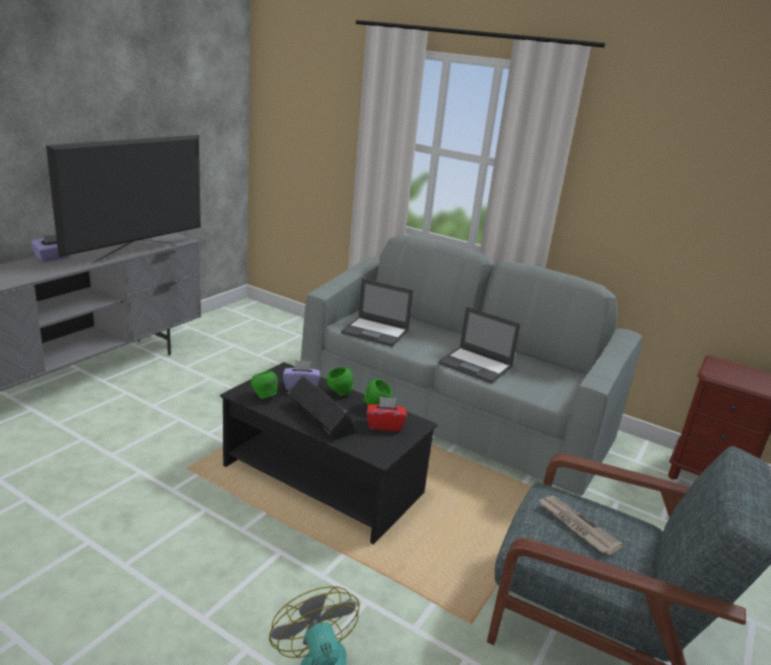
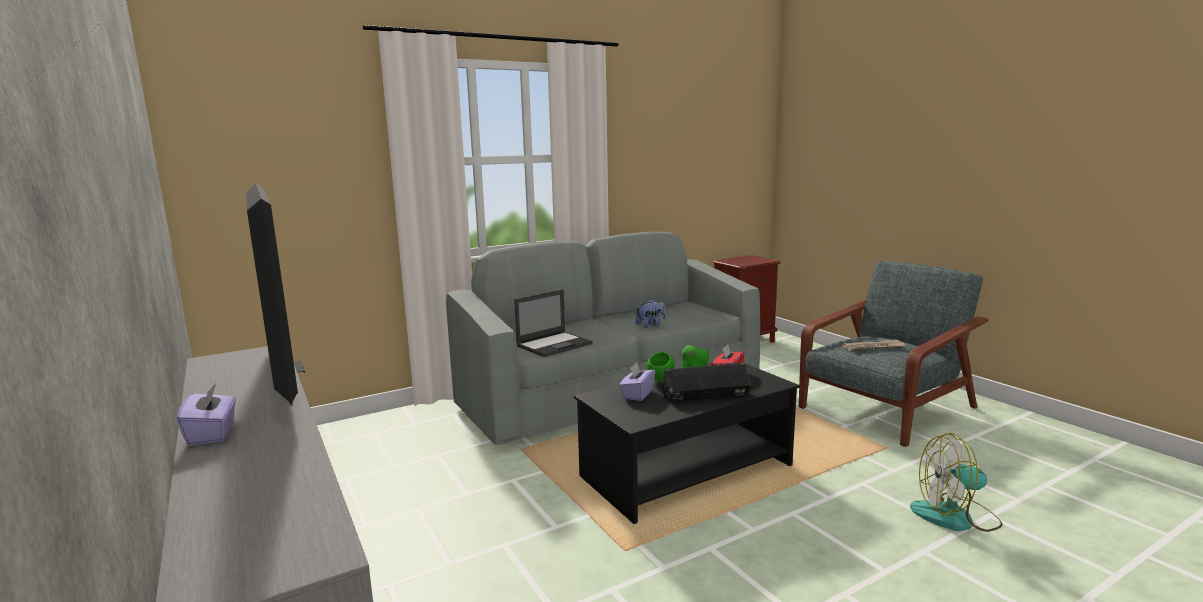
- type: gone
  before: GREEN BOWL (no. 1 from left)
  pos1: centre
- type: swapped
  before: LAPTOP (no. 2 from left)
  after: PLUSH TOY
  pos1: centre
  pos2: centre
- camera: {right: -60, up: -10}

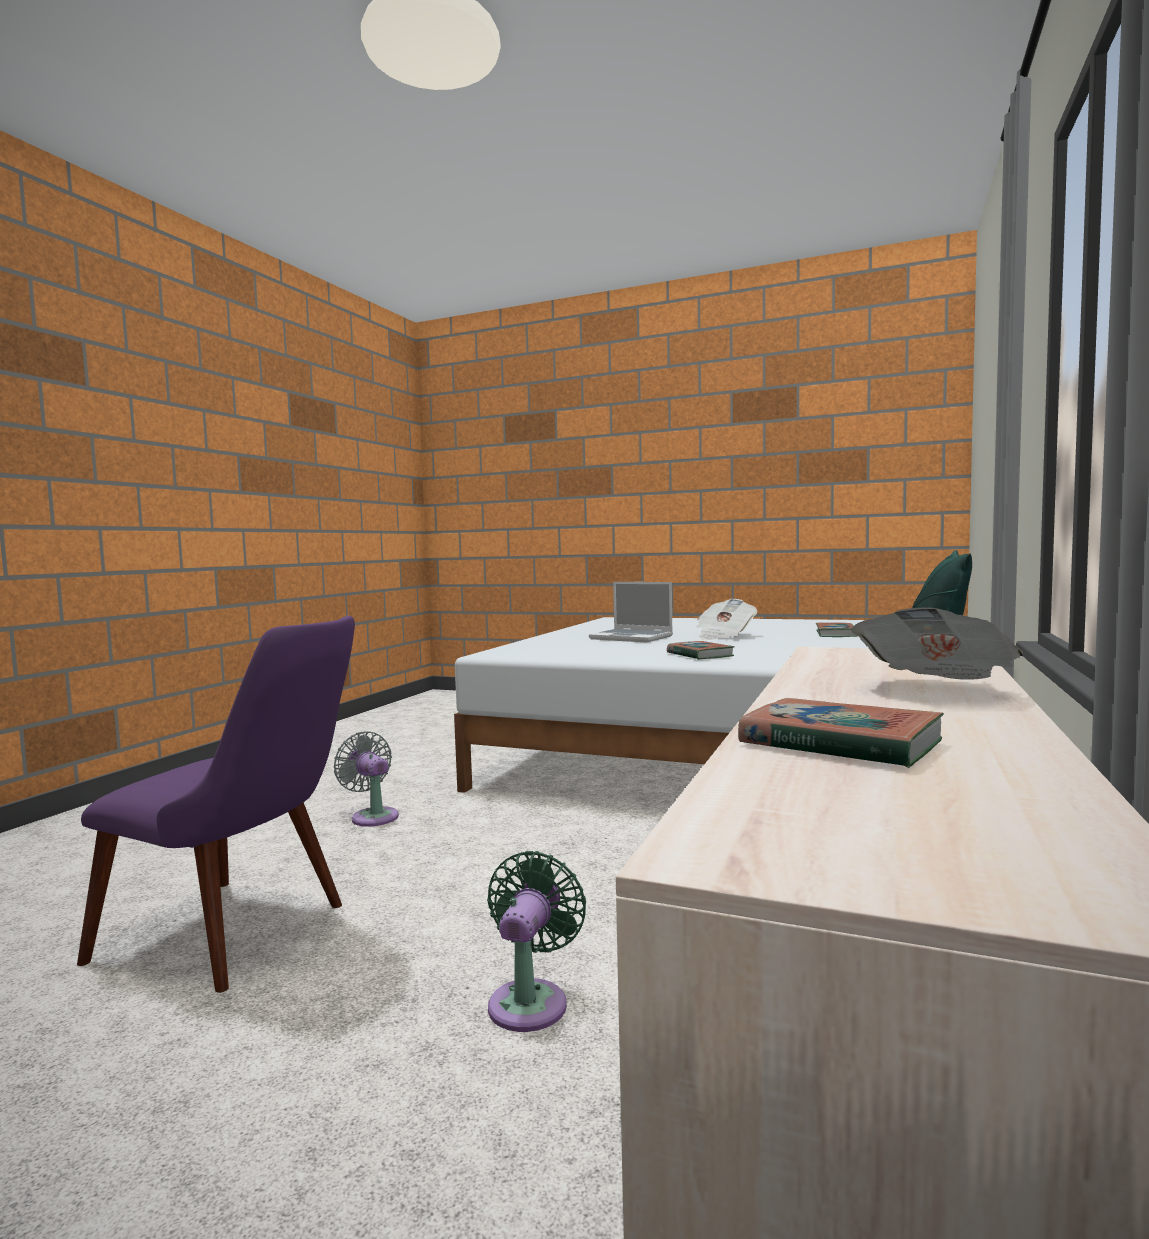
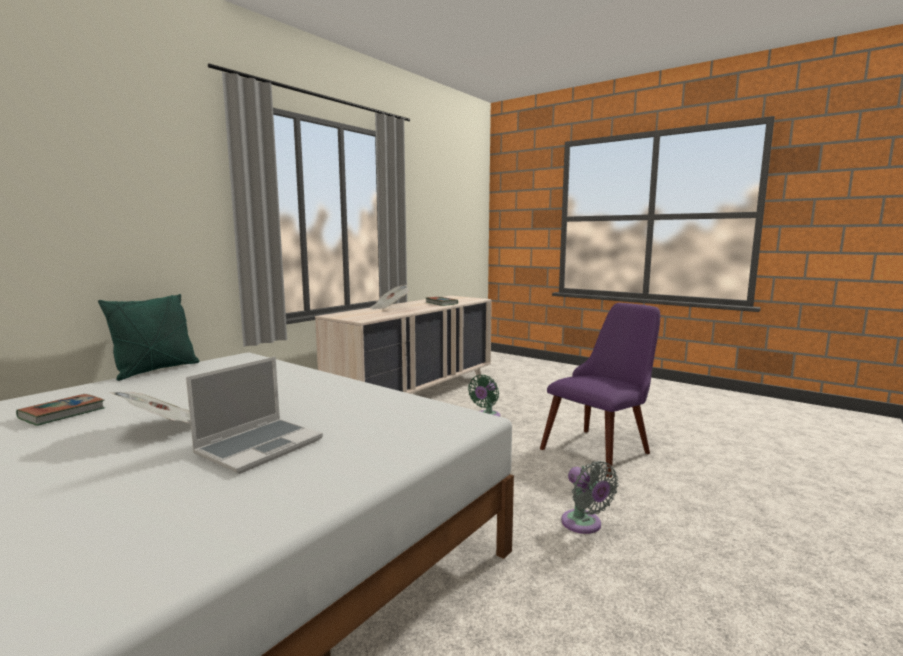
- type: gone
  before: BOOK (no. 1 from left)
  pos1: centre
- type: rotated
  before: PURPLE CHAIR
  pos1: middle left
  pos2: centre
  turn: 105
- type: rotated
  before: LAPTOP
  pos1: centre
  pos2: middle left
  turn: 75
- camera: {right: -165, up: 5}

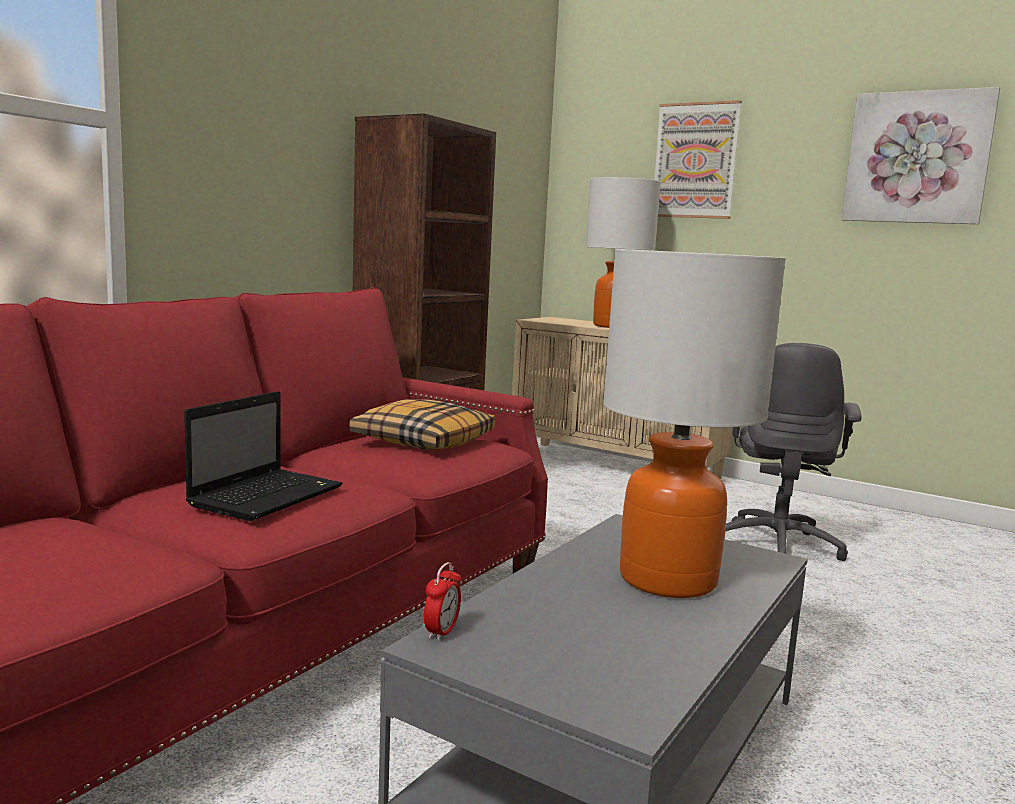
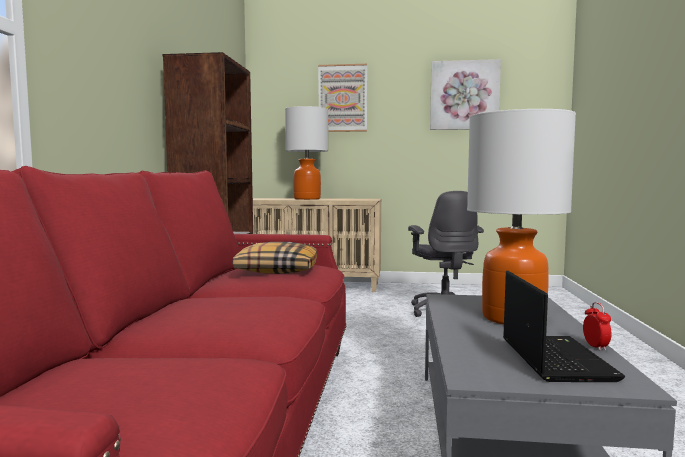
- type: shifted
  before: LAPTOP
  pos1: middle left
  pos2: bottom right
- type: shifted
  before: ALARM CLOCK
  pos1: bottom centre
  pos2: bottom right
- camera: {right: -25, up: -5}

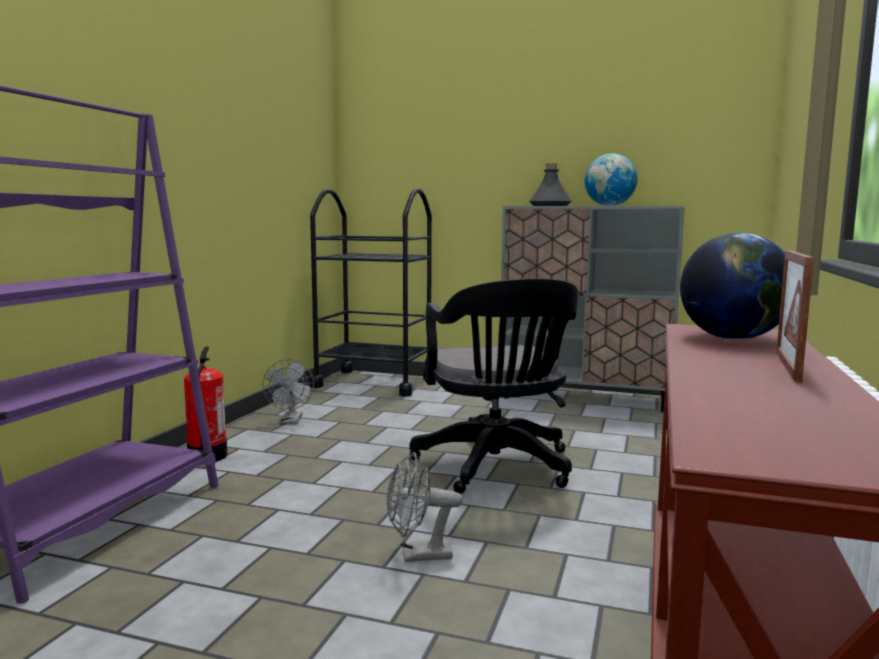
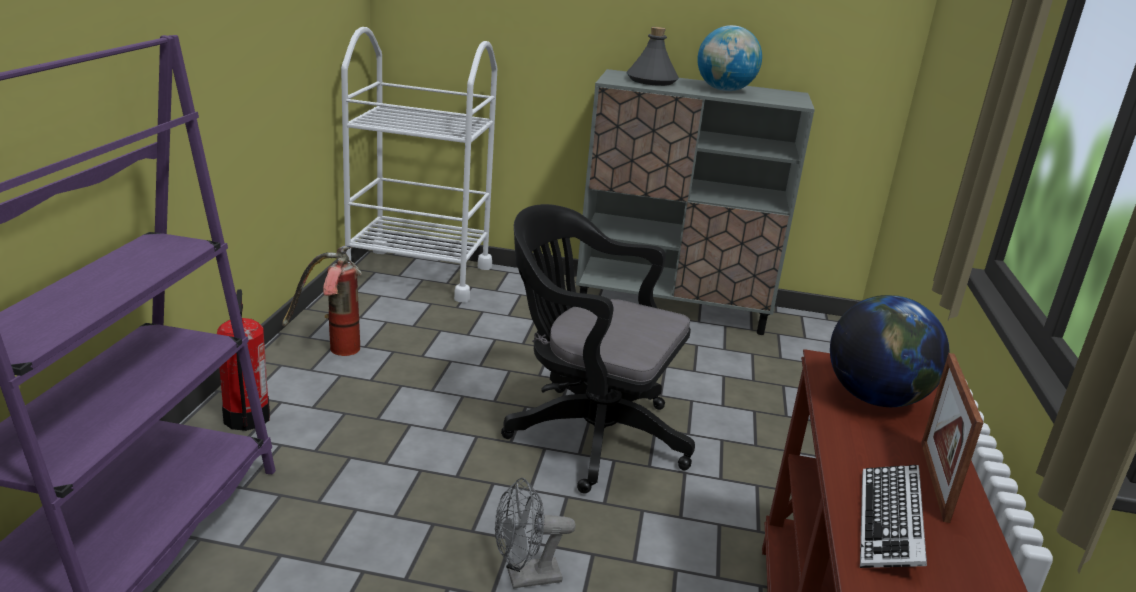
- type: new
  after: KEYBOARD
  pos2: bottom right
- type: swapped
  before: GREY FAN (no. 1 from left)
  after: FIRE EXTINGUISHER (no. 2 from left)
  pos1: middle left
  pos2: middle left
- type: repainted
  before: BLACK CART
  after: WHITE CART
  pos1: centre
  pos2: top centre
- type: rotated
  before: BLACK OFFICE CHAIR
  pos1: centre
  pos2: centre
  turn: 135
- camera: {right: -10, up: 15}

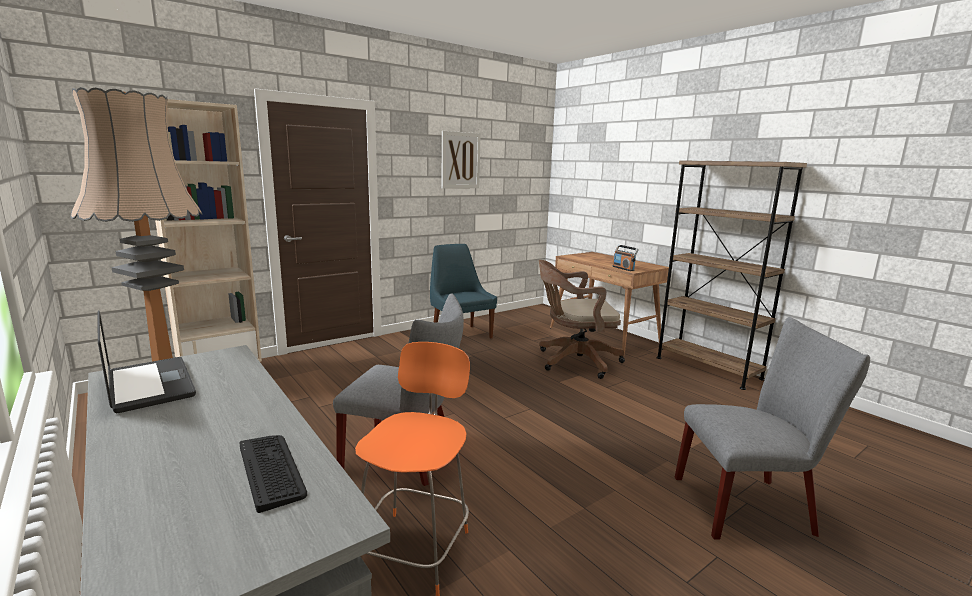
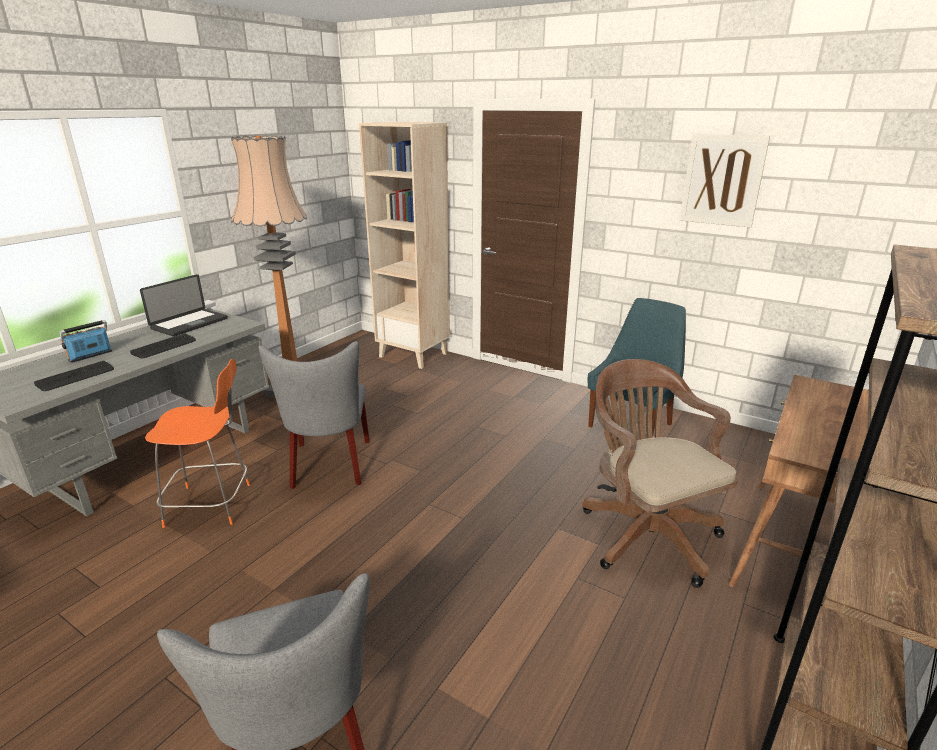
- type: new
  after: KEYBOARD (no. 2 from left)
  pos2: middle left
- type: shifted
  before: RADIO
  pos1: centre
  pos2: middle left
- camera: {right: 70, up: 10}

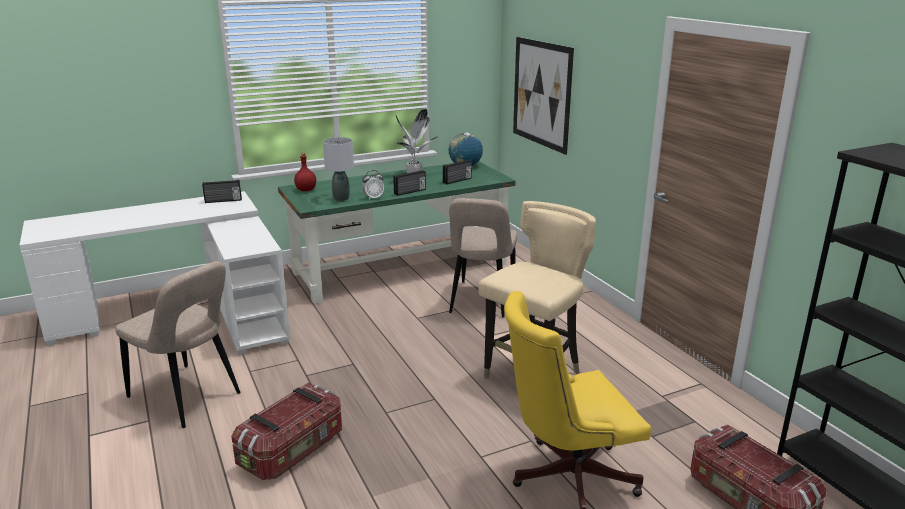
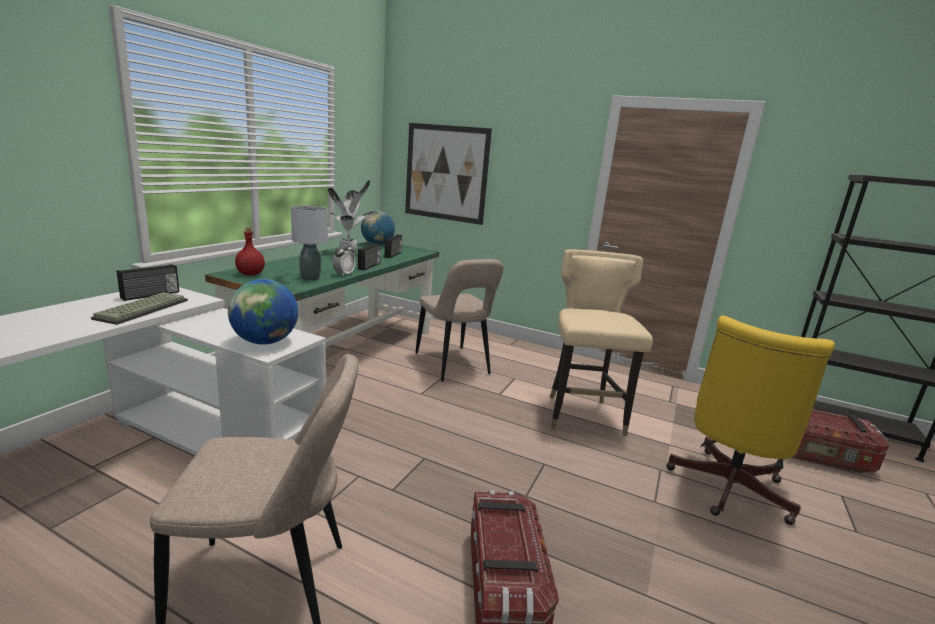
- type: new
  after: KEYBOARD
  pos2: middle left
- type: new
  after: GLOBE (no. 1 from left)
  pos2: middle left
- camera: {right: -40, up: -5}

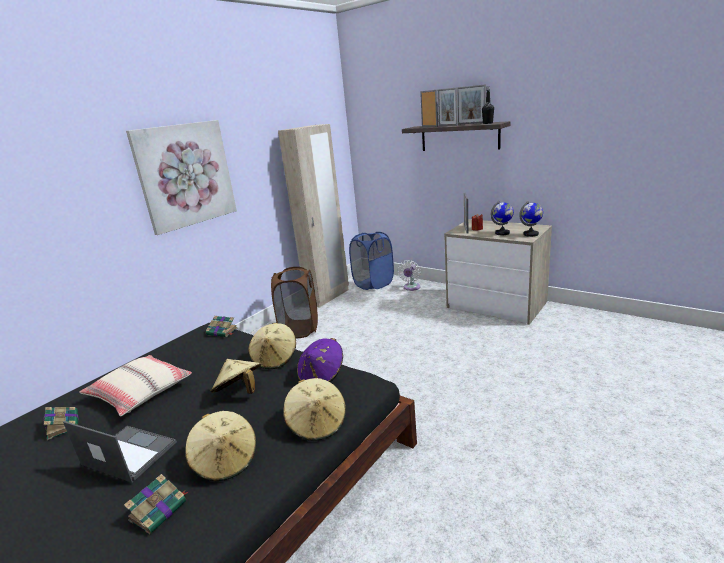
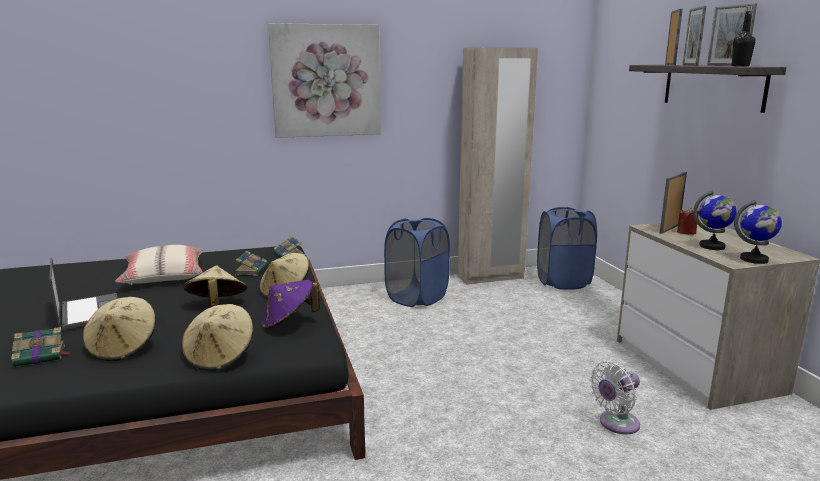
- type: shifted
  before: BOOK (no. 1 from left in the first image)
  after: BOOK (no. 2 from left)
  pos1: bottom left
  pos2: middle left
- type: shifted
  before: WHITE FAN
  pos1: centre
  pos2: bottom right
- type: repainted
  before: BROWN LAUNDRY BASKET
  after: BLUE LAUNDRY BASKET (no. 1 from left)
  pos1: centre
  pos2: centre
- camera: {right: 35, up: -5}

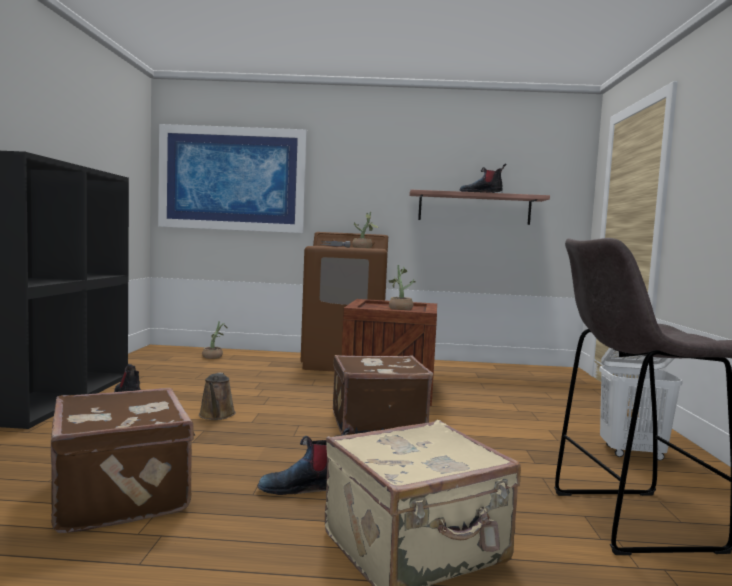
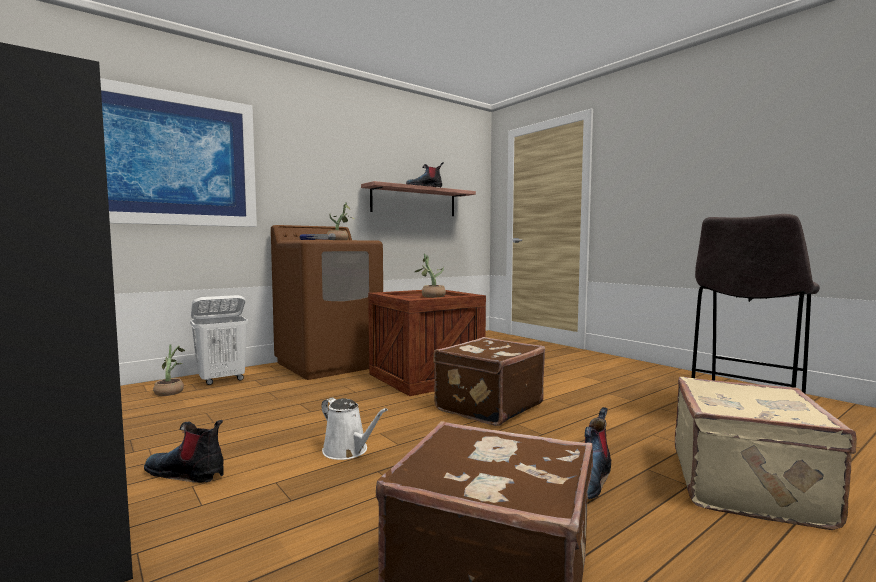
- type: shifted
  before: WHITE LAUNDRY BASKET
  pos1: bottom right
  pos2: middle left
- type: repainted
  before: BROWN WATERING CAN
  after: WHITE WATERING CAN
  pos1: bottom left
  pos2: bottom centre
- camera: {right: -40, up: 0}

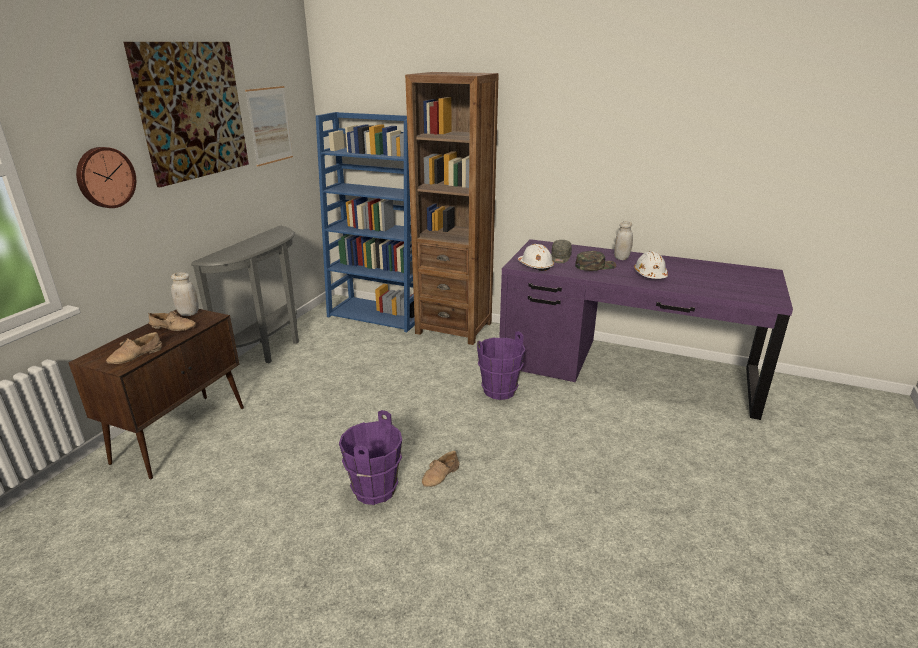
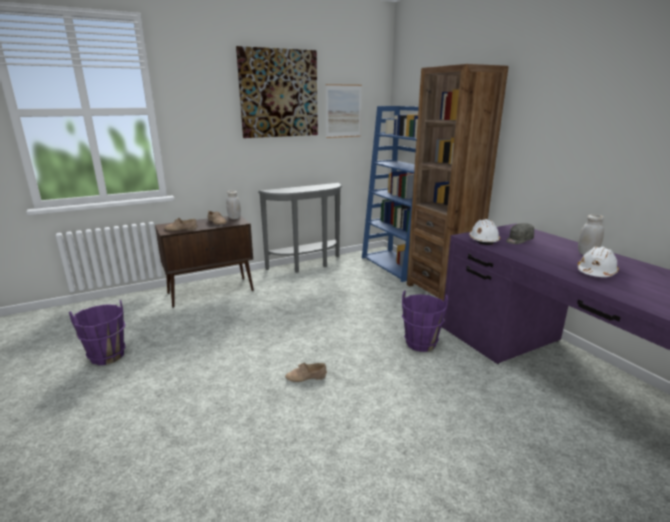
- type: gone
  before: WALL CLOCK
  pos1: top left
- type: gone
  before: GREEN CAP
  pos1: centre
- type: shifted
  before: PURPLE BUCKET (no. 1 from left)
  pos1: bottom centre
  pos2: middle left
- camera: {right: 40, up: -5}

